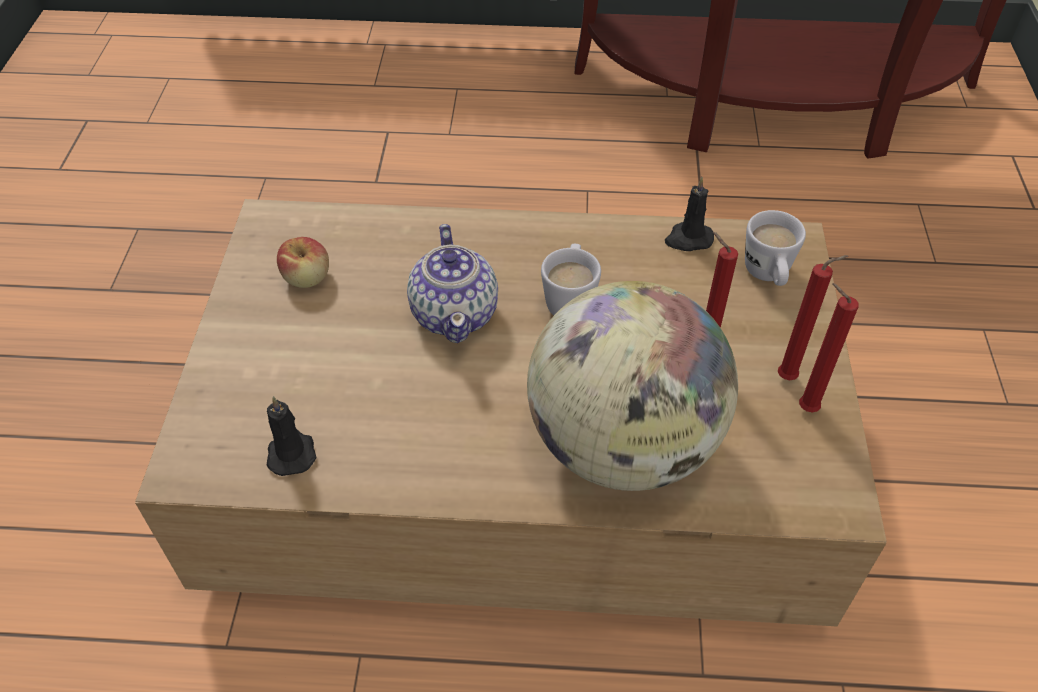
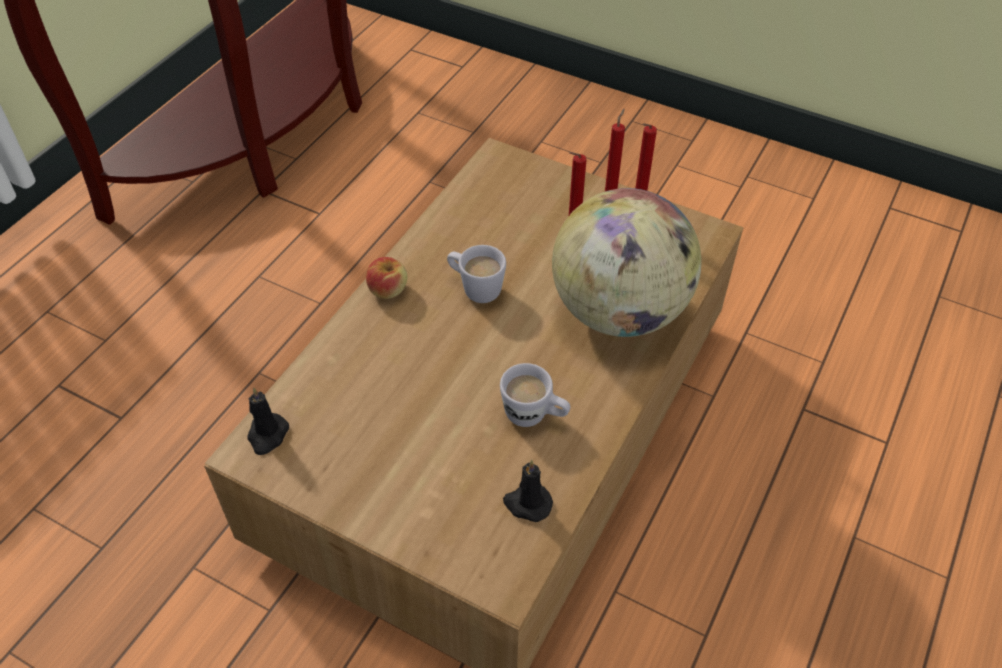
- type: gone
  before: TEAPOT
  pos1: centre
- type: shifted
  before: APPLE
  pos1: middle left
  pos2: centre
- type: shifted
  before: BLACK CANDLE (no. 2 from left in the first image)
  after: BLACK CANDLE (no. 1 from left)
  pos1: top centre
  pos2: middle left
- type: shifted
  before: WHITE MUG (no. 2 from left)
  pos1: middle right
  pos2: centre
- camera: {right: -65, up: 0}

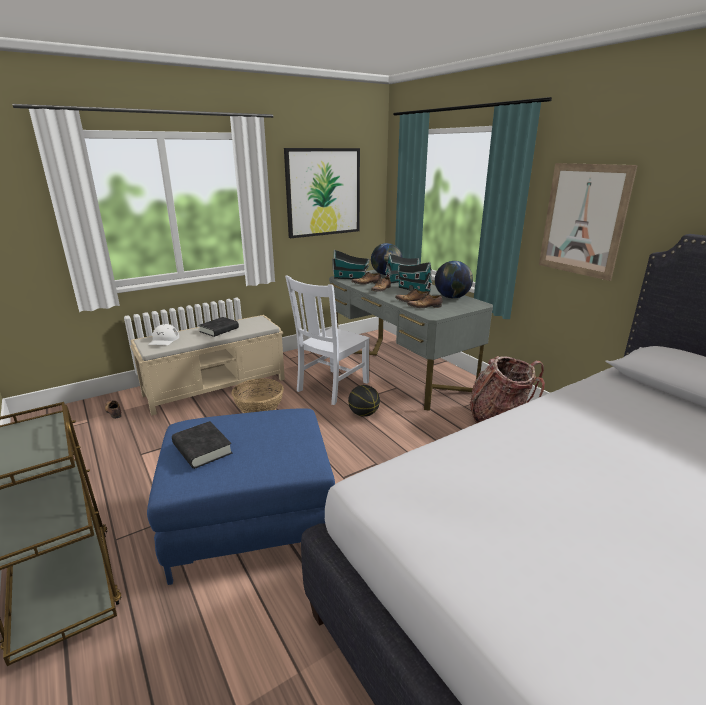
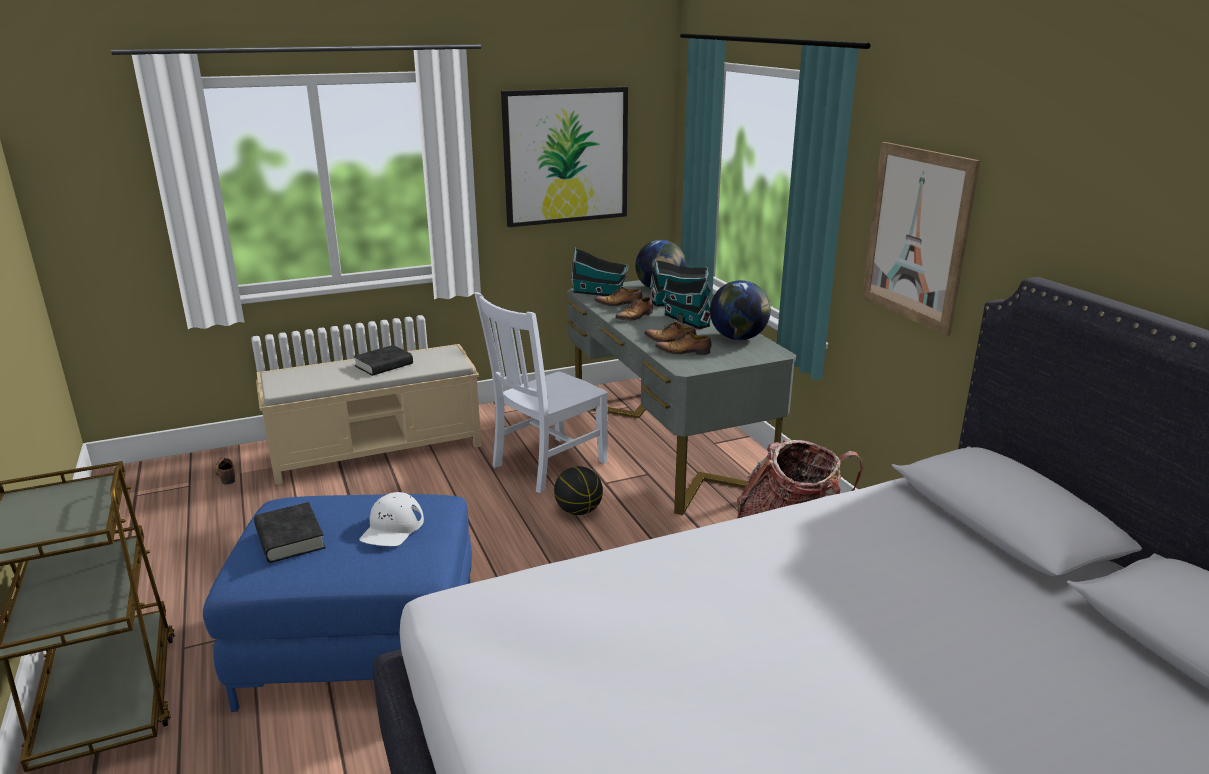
- type: gone
  before: BASKET
  pos1: centre
- type: shifted
  before: WHITE CAP
  pos1: middle left
  pos2: bottom left
- camera: {right: 10, up: 0}

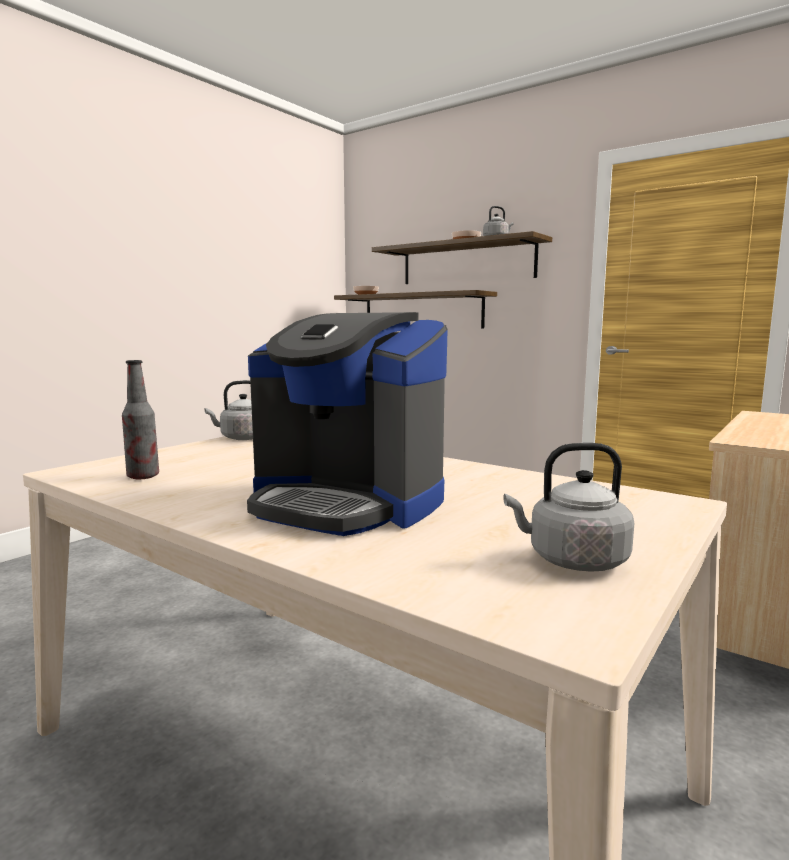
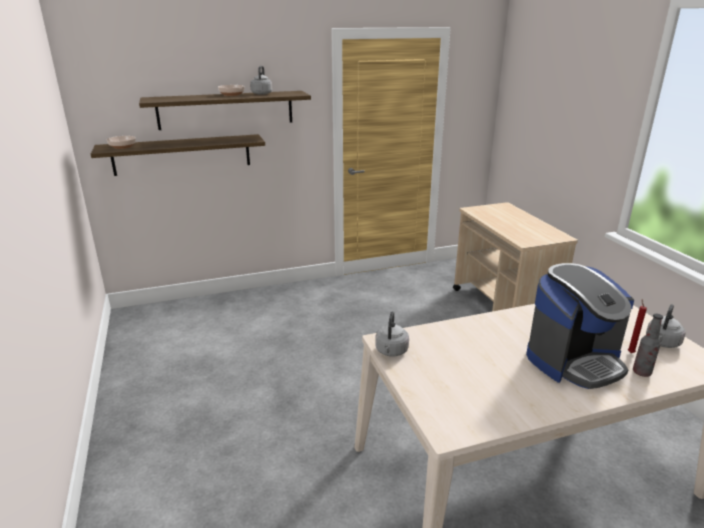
- type: new
  after: RED CANDLE
  pos2: middle right
- type: shifted
  before: BOTTLE
  pos1: middle left
  pos2: middle right
- camera: {right: -55, up: 15}

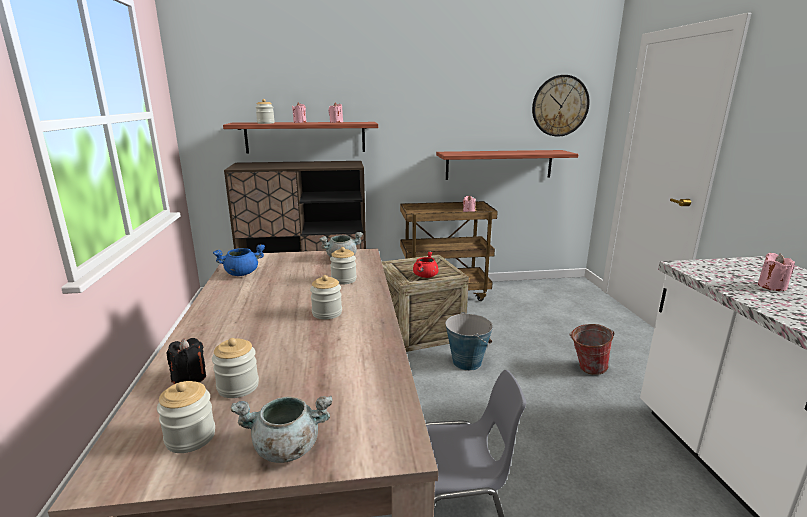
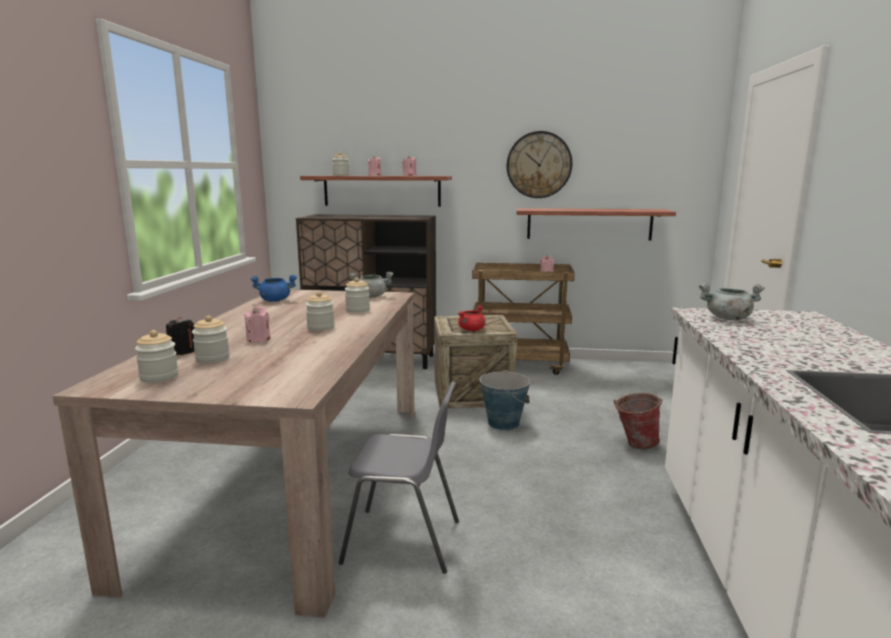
- type: shifted
  before: GREY COOKING POT (no. 1 from left in the first image)
  after: GREY COOKING POT (no. 2 from left)
  pos1: bottom centre
  pos2: middle right
- type: shifted
  before: WALL CLOCK
  pos1: top right
  pos2: top centre
- type: shifted
  before: PINK CANDLE (no. 4 from left in the first image)
  after: PINK CANDLE (no. 1 from left)
  pos1: middle right
  pos2: middle left
- camera: {right: 15, up: -5}

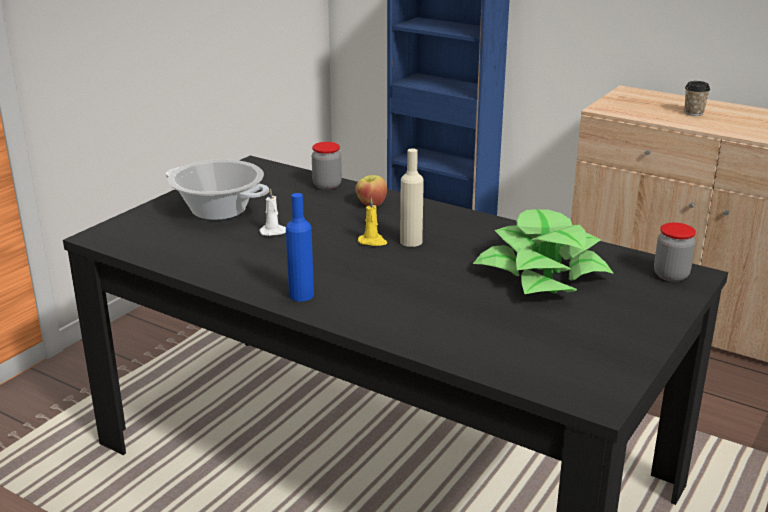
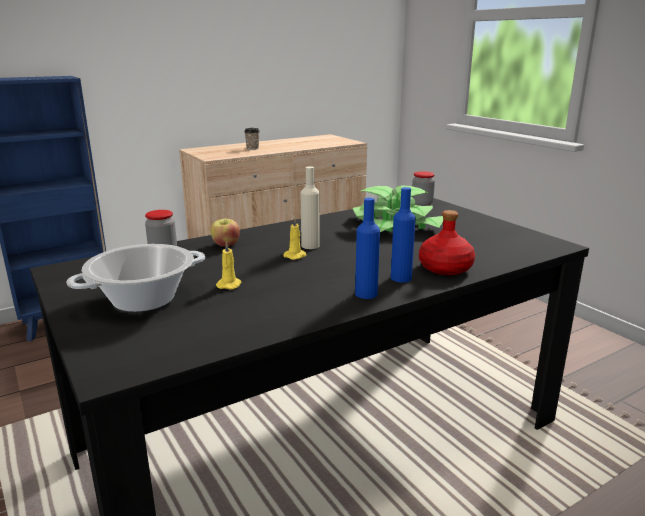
- type: new
  after: BLUE BOTTLE (no. 2 from left)
  pos2: centre
- type: new
  after: RED BOTTLE
  pos2: middle right
- type: repainted
  before: WHITE CANDLE
  after: YELLOW CANDLE (no. 1 from left)
  pos1: centre
  pos2: centre
- camera: {right: -65, up: -5}

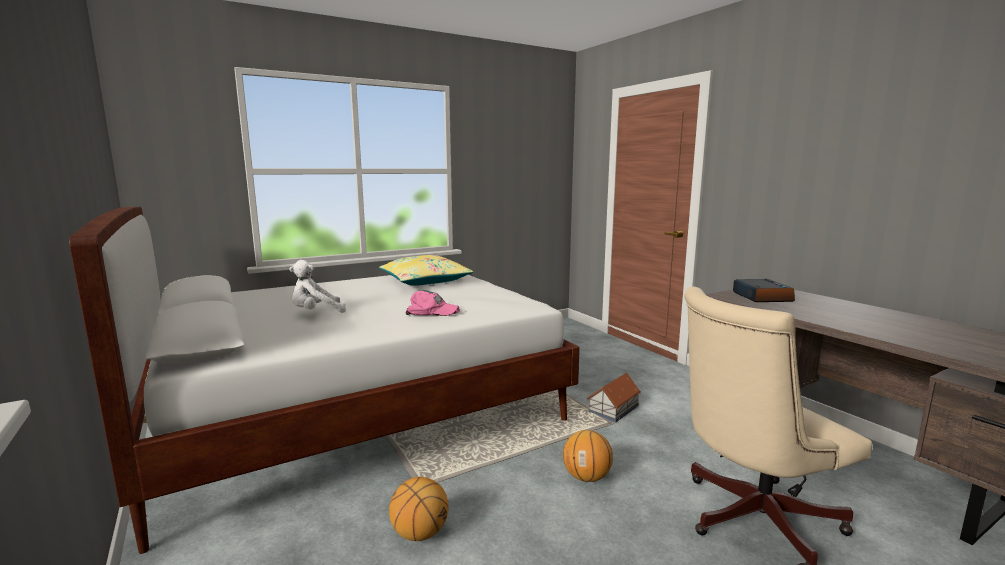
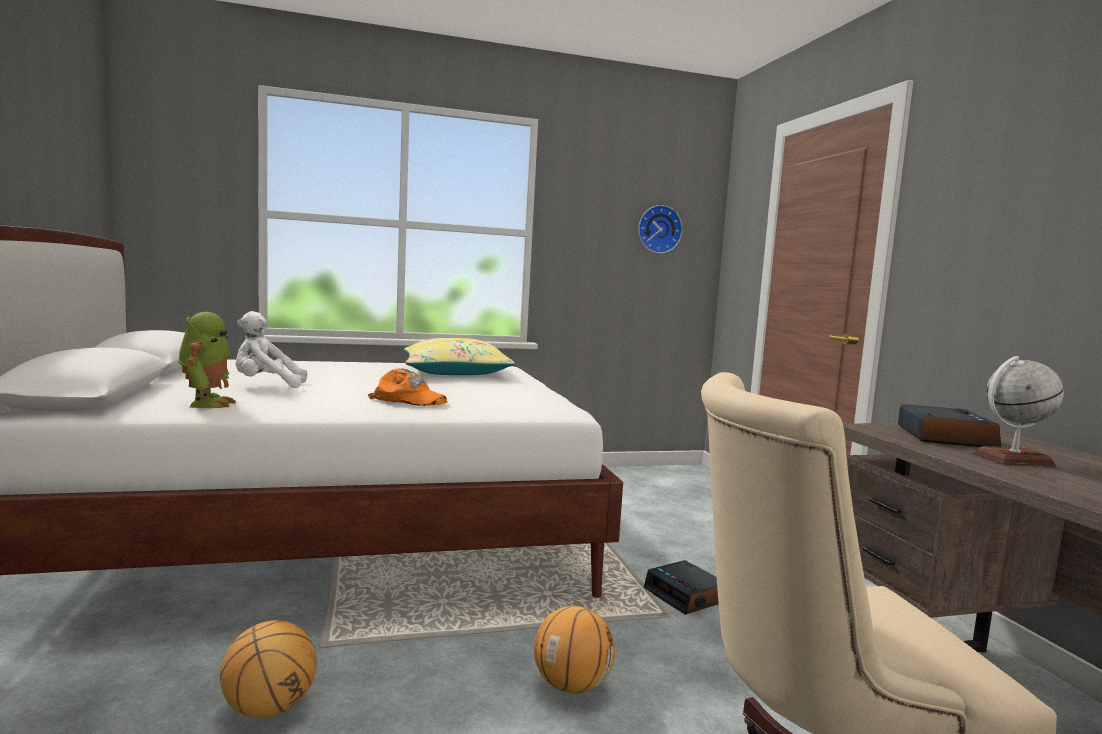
- type: new
  after: TOY ROBOT
  pos2: middle left
- type: new
  after: WALL CLOCK
  pos2: top centre
- type: new
  after: GLOBE
  pos2: middle right
- type: swapped
  before: TOY HOUSE
  after: ALARM CLOCK (no. 1 from left)
  pos1: bottom centre
  pos2: bottom centre
- type: repainted
  before: PINK CAP
  after: ORANGE CAP
  pos1: centre
  pos2: centre
- camera: {right: 15, up: -5}

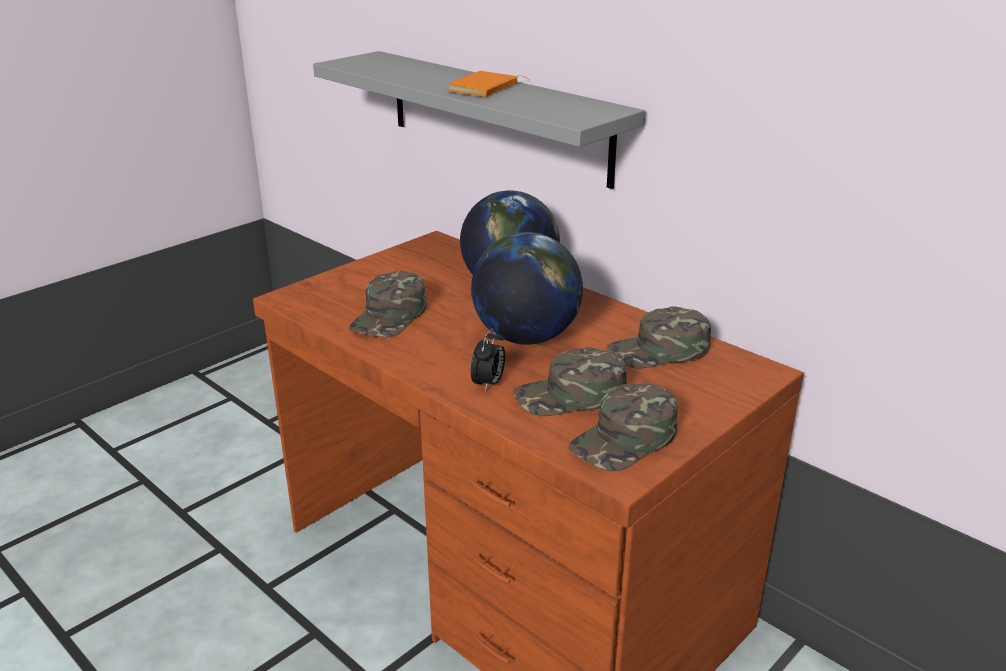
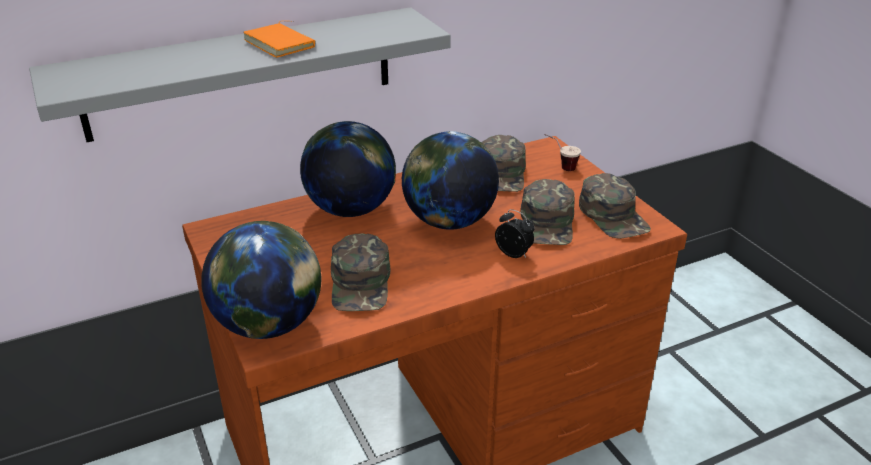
- type: new
  after: GLOBE (no. 1 from left)
  pos2: middle left
- type: new
  after: CUP
  pos2: top centre
- type: rotated
  before: GREEN CAP (no. 1 from left)
  pos1: centre
  pos2: centre
  turn: 45
- camera: {right: -70, up: 5}

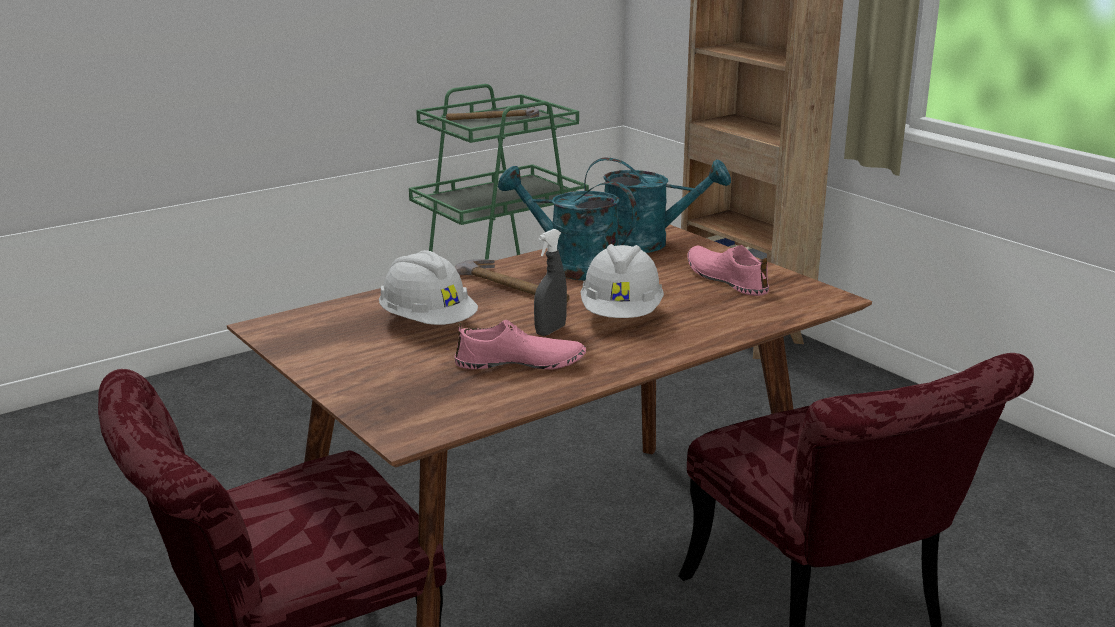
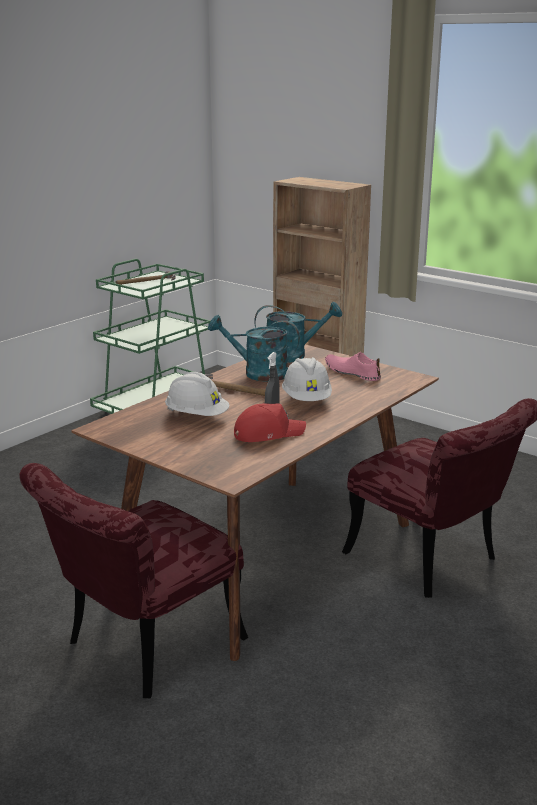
- type: swapped
  before: PINK SHOE (no. 1 from left)
  after: RED CAP
  pos1: centre
  pos2: centre
- camera: {right: -15, up: 0}

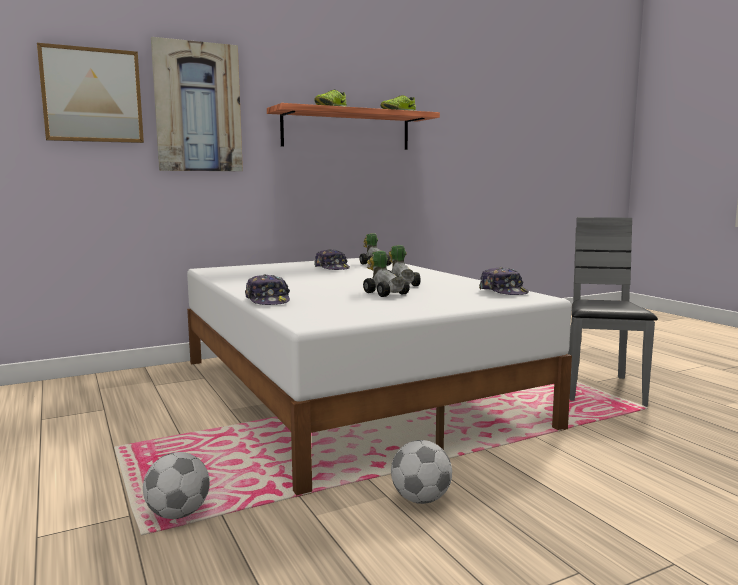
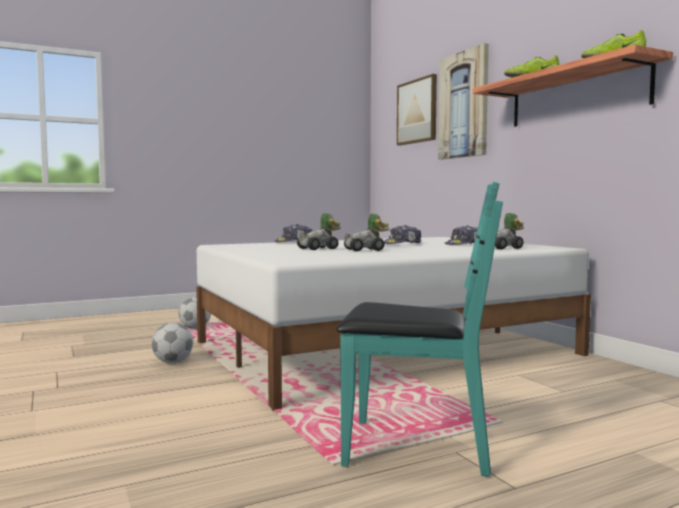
- type: shifted
  before: CAP (no. 3 from left in the first image)
  after: CAP (no. 2 from left)
  pos1: middle right
  pos2: centre
- type: repainted
  before: GREY CHAIR
  after: TURQUOISE CHAIR
  pos1: middle right
  pos2: centre
- camera: {right: 90, up: -5}

